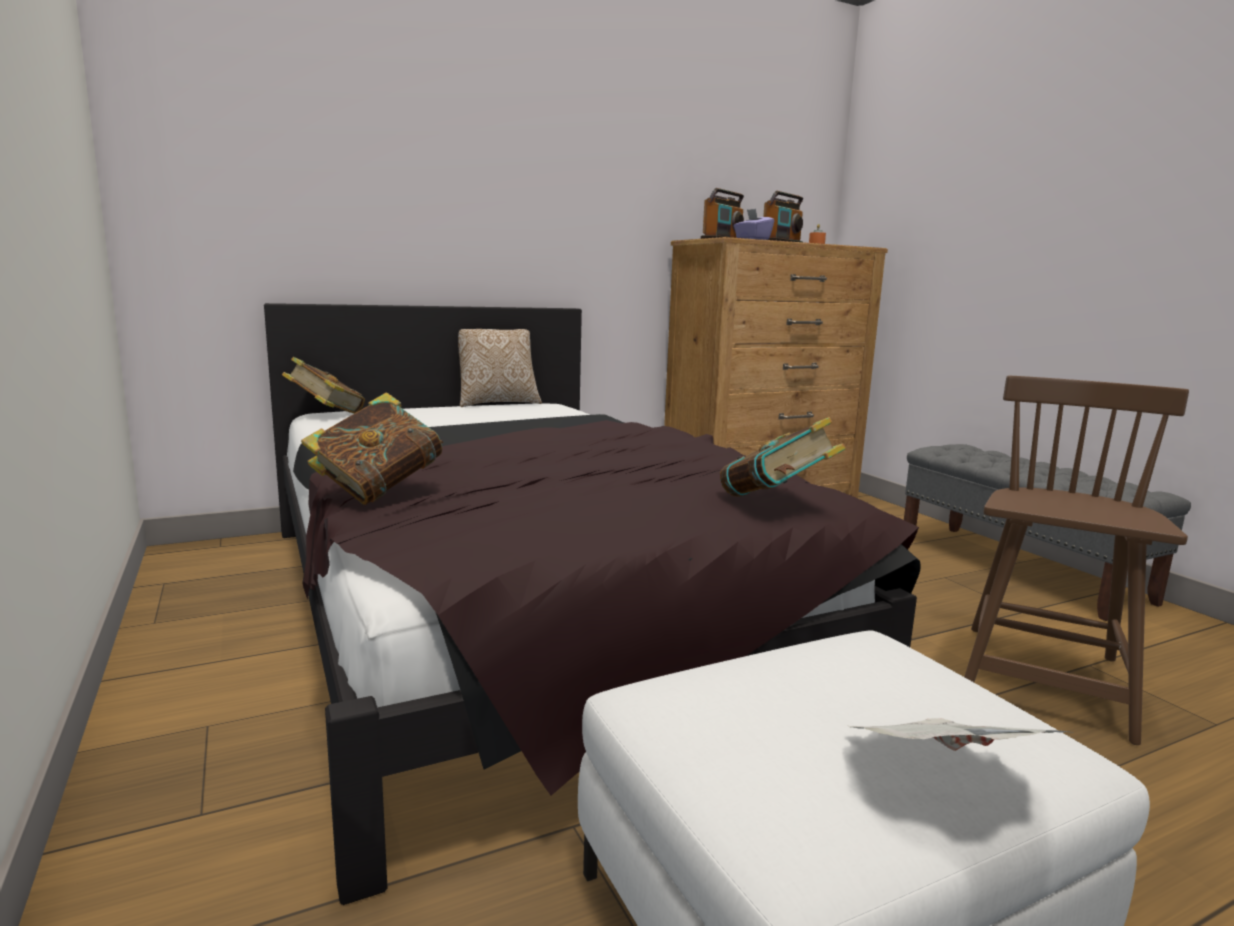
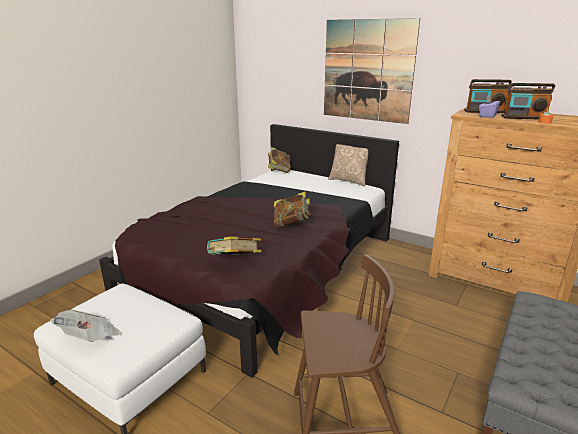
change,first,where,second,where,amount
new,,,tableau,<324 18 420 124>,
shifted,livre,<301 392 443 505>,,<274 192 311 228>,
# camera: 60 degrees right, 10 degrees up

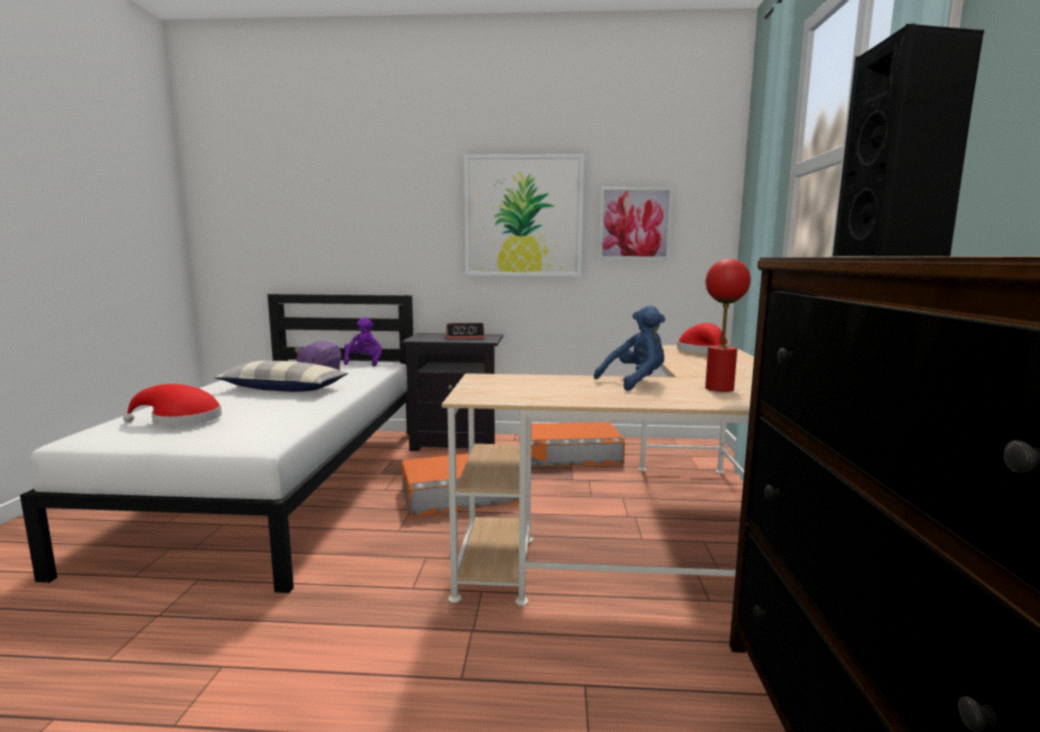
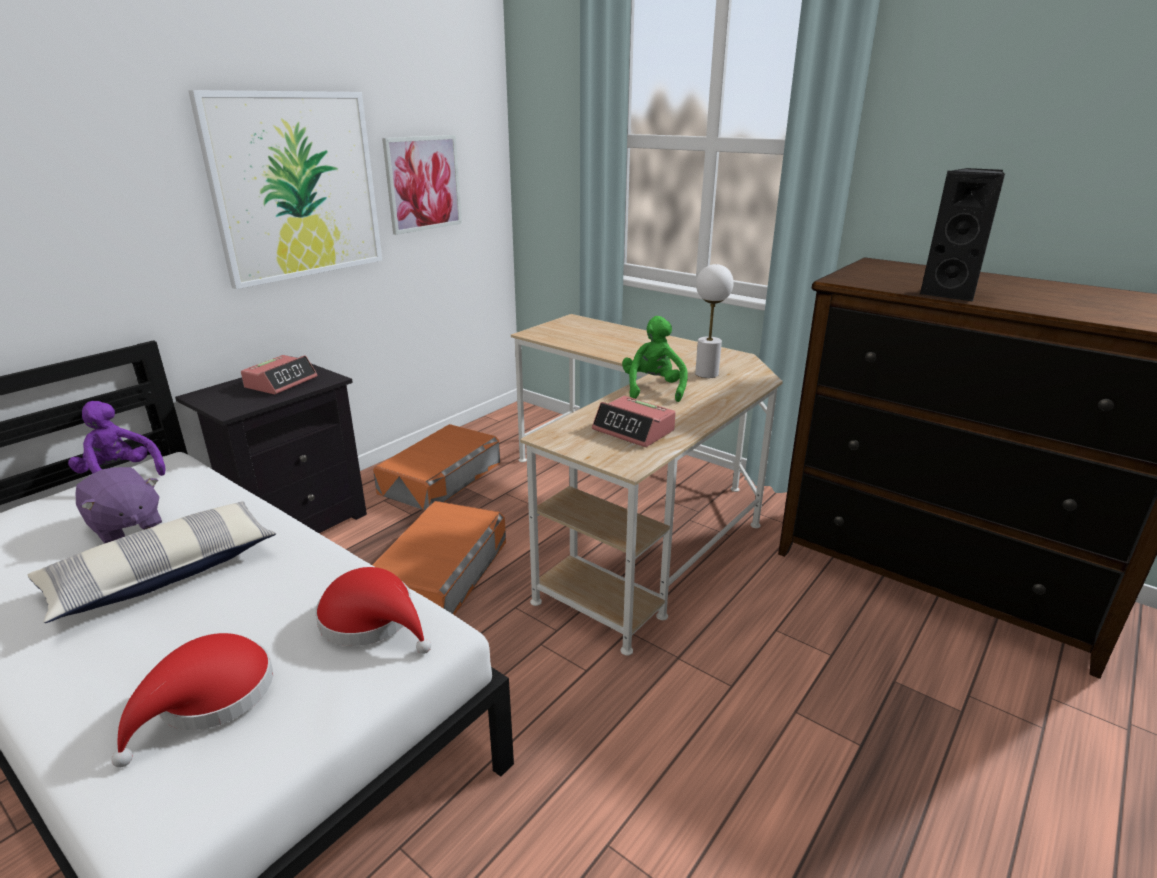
change,first,where,second,where,amount
new,,,réveil,<592 396 676 447>,
shifted,chapeau/rouge,<677 323 729 354>,,<315 567 431 654>,
repainted,peluche/bleu,<594 306 665 391>,peluche/vert,<622 316 688 402>,
repainted,lampe de table/rouge,<705 259 751 392>,lampe de table/blanc,<695 264 734 378>,
# camera: 55 degrees left, 15 degrees up

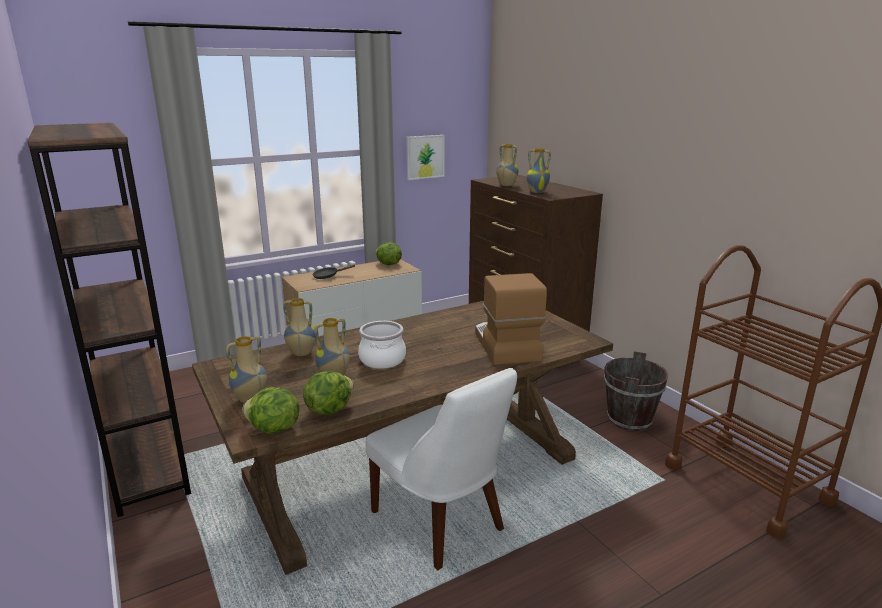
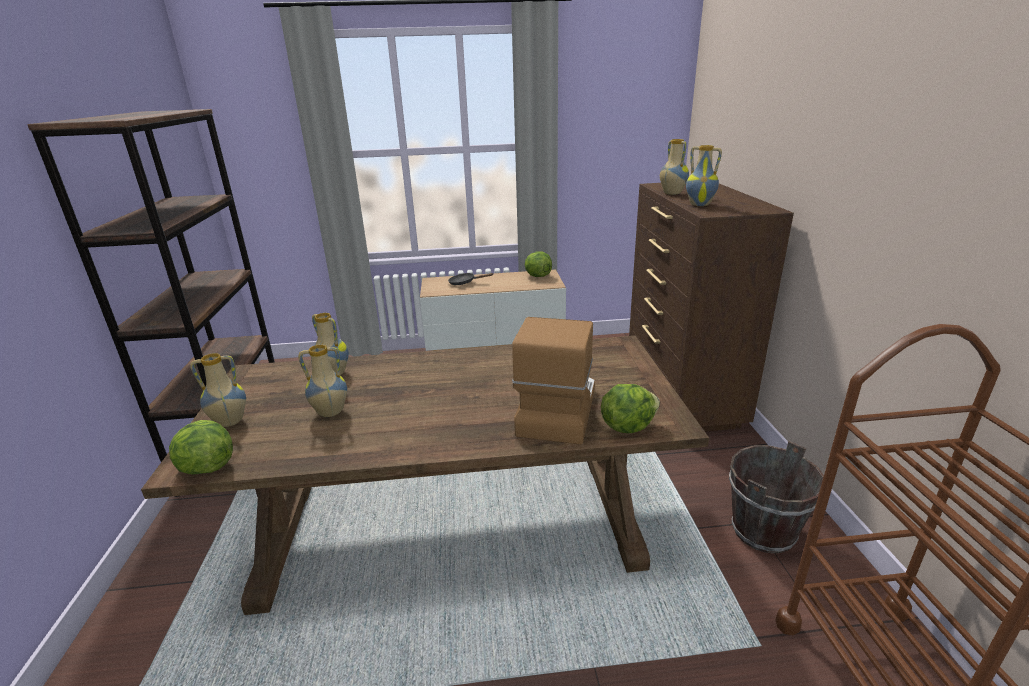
change,first,where,second,where,amount
gone,marmite,<358 321 406 369>,,,
gone,chaise/blanc,<366 368 517 570>,,,
gone,tableau,<406 135 445 180>,,,
shifted,laitue,<303 371 354 415>,,<601 384 660 433>,
# camera: 25 degrees right, 5 degrees up

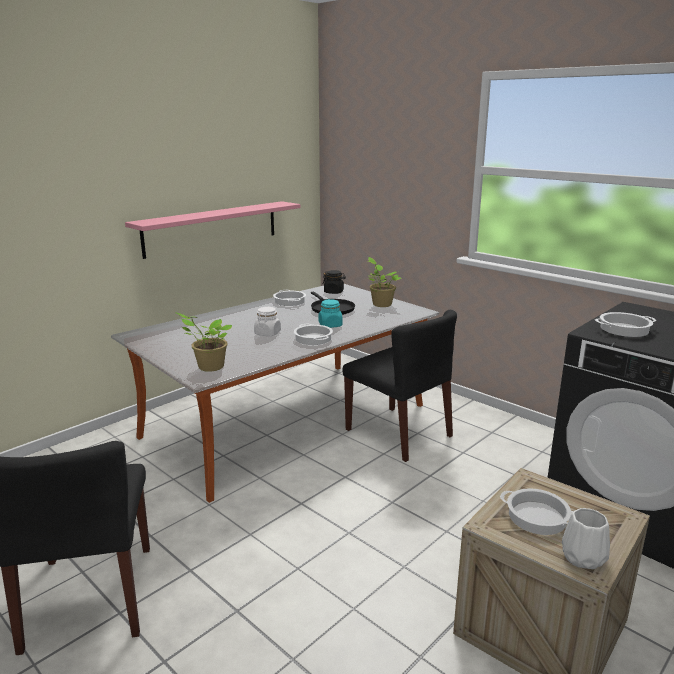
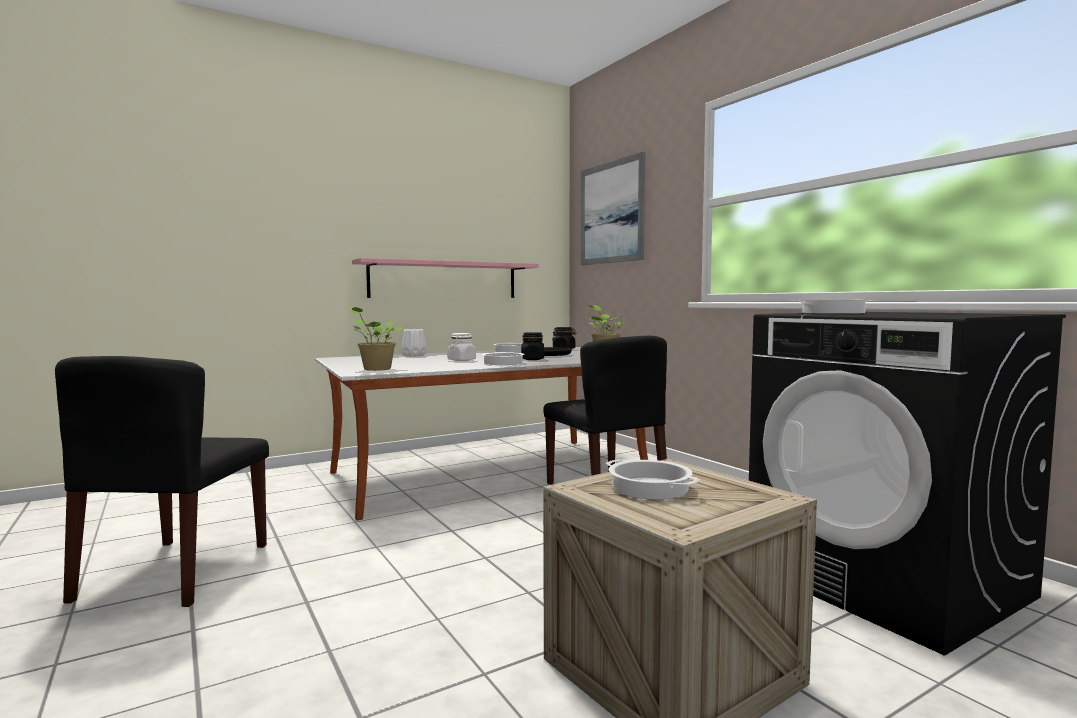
change,first,where,second,where,amount
new,,,tableau,<581 152 645 265>,
shifted,vase/blanc,<562 508 610 569>,,<401 329 427 357>,
repainted,bocal/turquoise,<319 299 343 328>,bocal/noir,<521 332 544 360>,
# camera: 15 degrees right, 15 degrees down

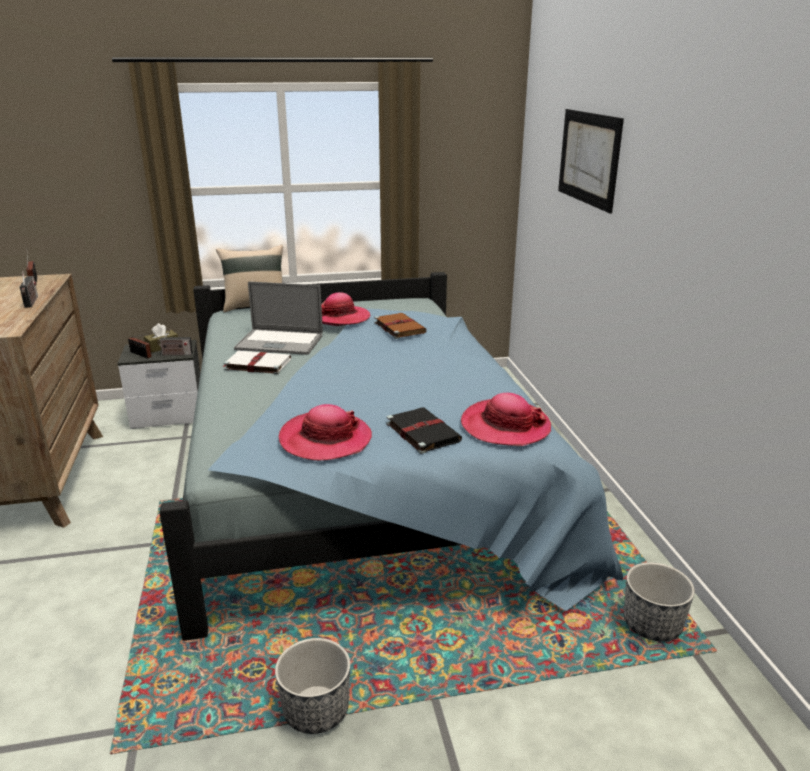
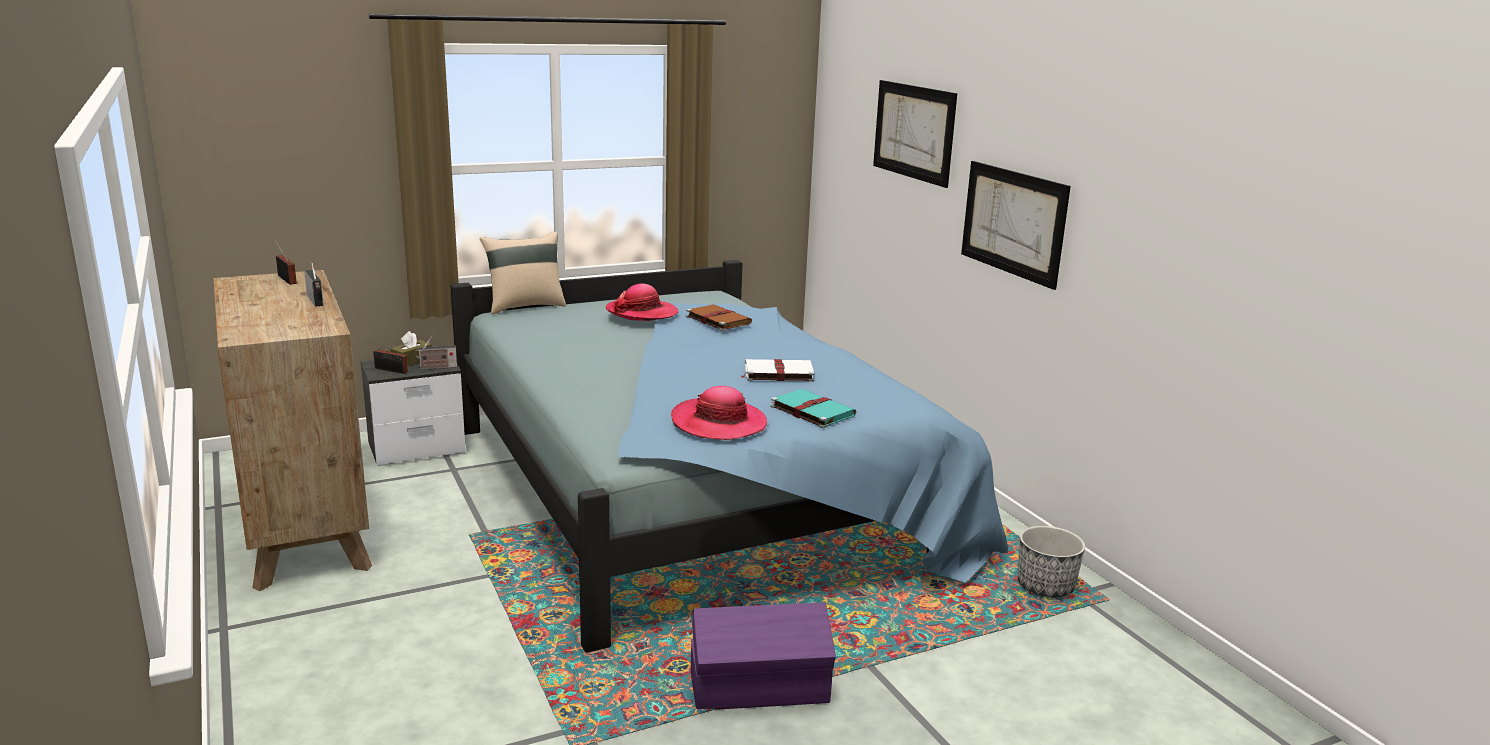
change,first,where,second,where,amount
gone,ordinateur portable,<234 281 323 355>,,,
gone,chapeau,<461 393 551 446>,,,
new,,,tableau,<961 161 1071 290>,
shifted,livre/blanc,<222 350 291 374>,,<740 359 815 382>,
swapped,cache-pot,<275 638 350 734>,boîte de rangement/violet,<691 603 836 710>,
repainted,livre/noir,<386 407 462 454>,livre/turquoise,<770 389 856 428>,
# camera: 15 degrees left, 5 degrees down

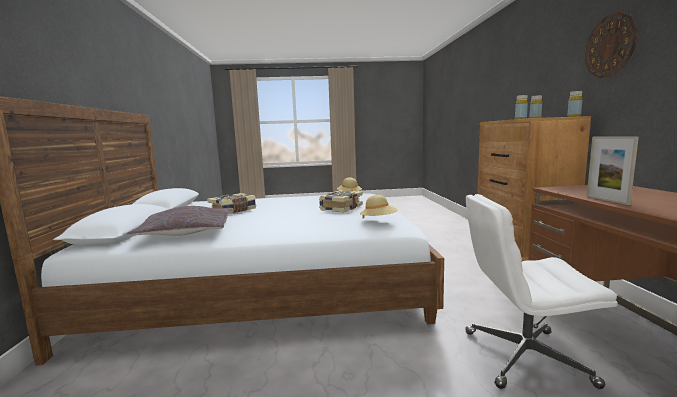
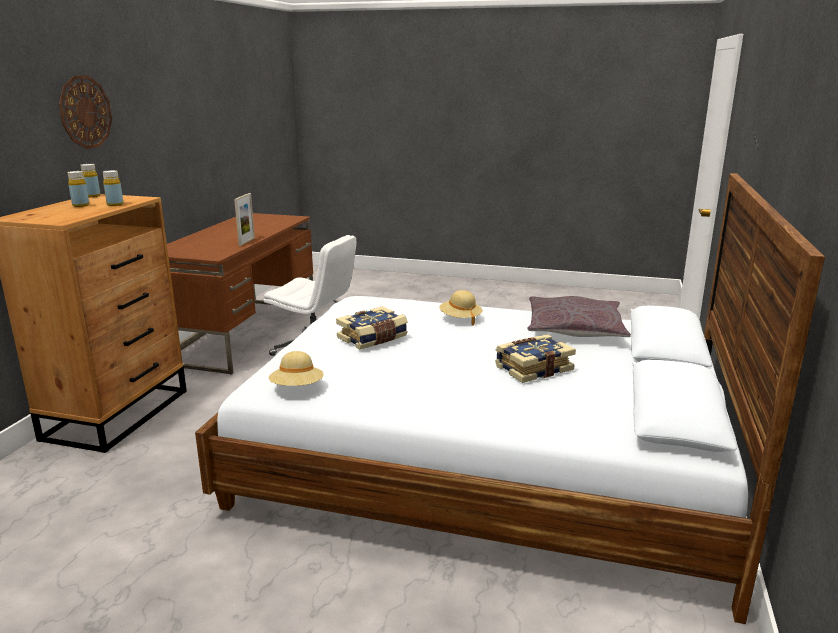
change,first,where,second,where,amount
shifted,chapeau/beige,<360 195 398 219>,,<439 290 483 326>,
# camera: 160 degrees left, 10 degrees up

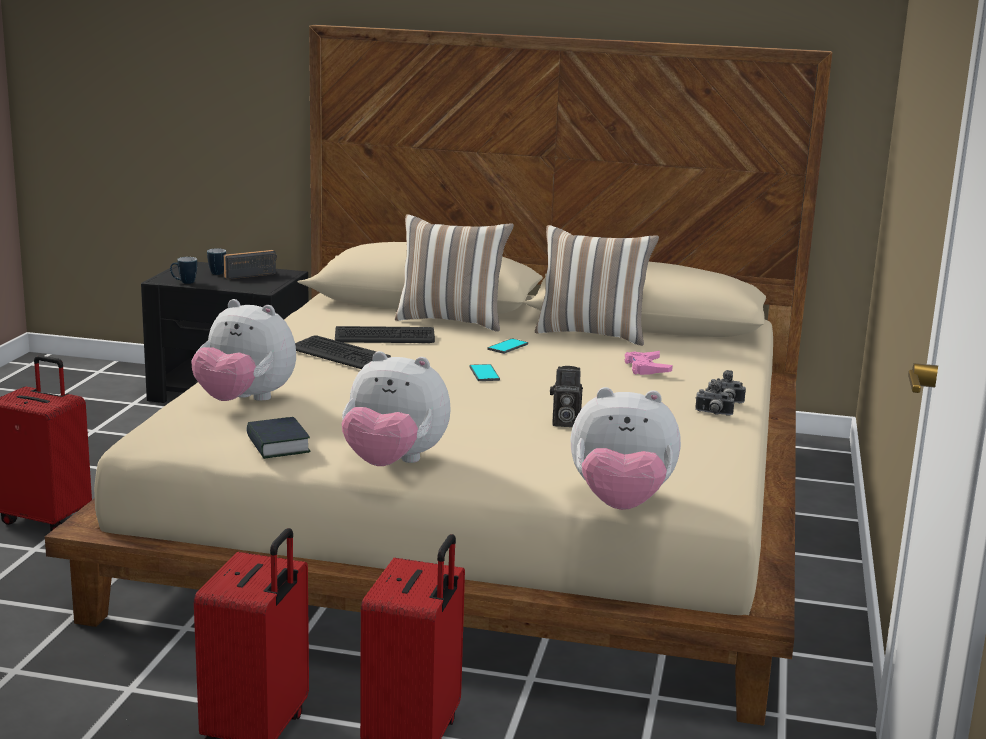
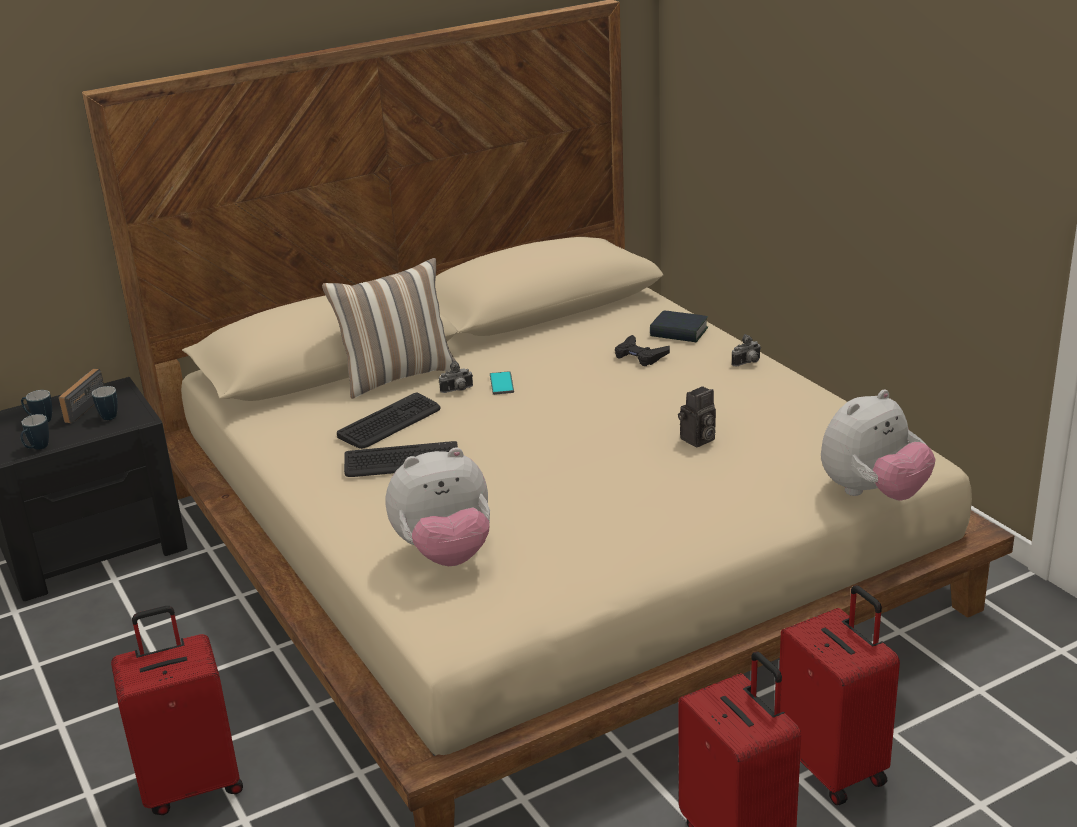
change,first,where,second,where,amount
gone,peluche,<341 351 451 466>,,,
gone,téléphone,<470 364 500 381>,,,
gone,coussin,<535 225 659 346>,,,
new,,,mug,<92 386 118 420>,
shifted,livre,<247 417 310 459>,,<650 310 708 342>,
shifted,appareil photo,<695 381 734 416>,,<439 361 473 393>,
repainted,manette/rose,<625 351 673 375>,manette/noir,<615 335 670 366>,
# camera: 40 degrees left, 10 degrees up

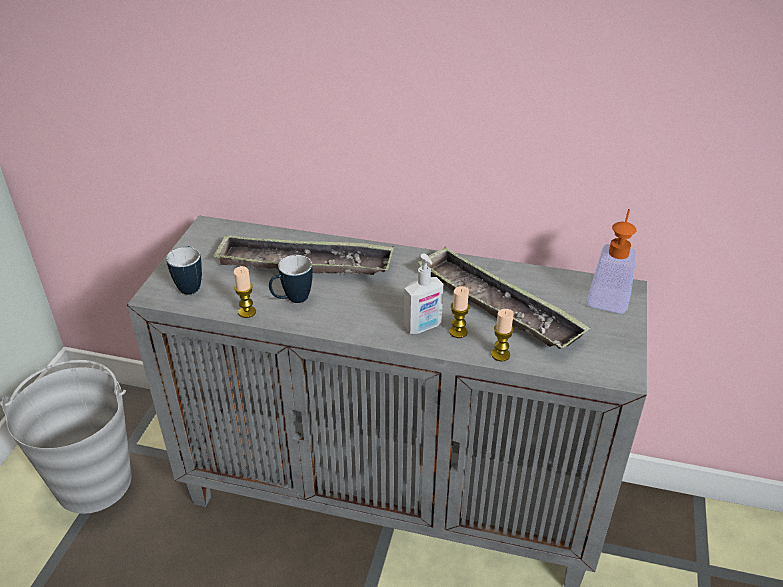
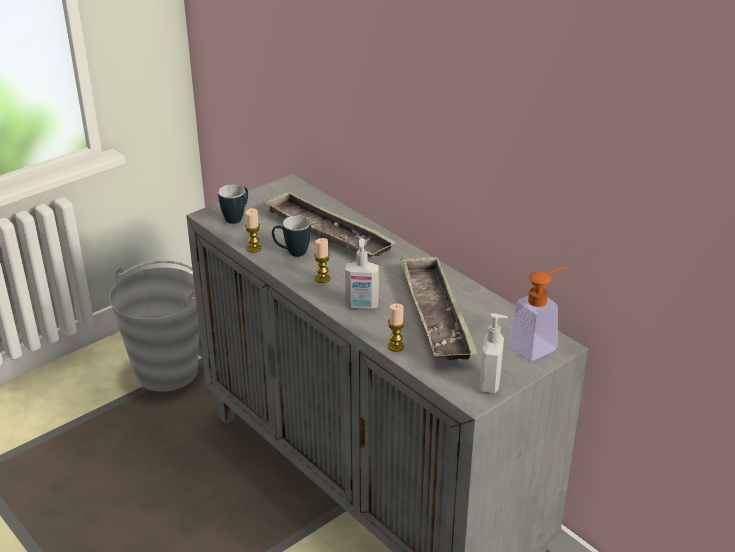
change,first,where,second,where,amount
new,,,distributeur de savon,<479 313 508 394>,
shifted,bougie,<449 286 470 338>,,<314 238 330 283>,
# camera: 35 degrees right, 5 degrees down

